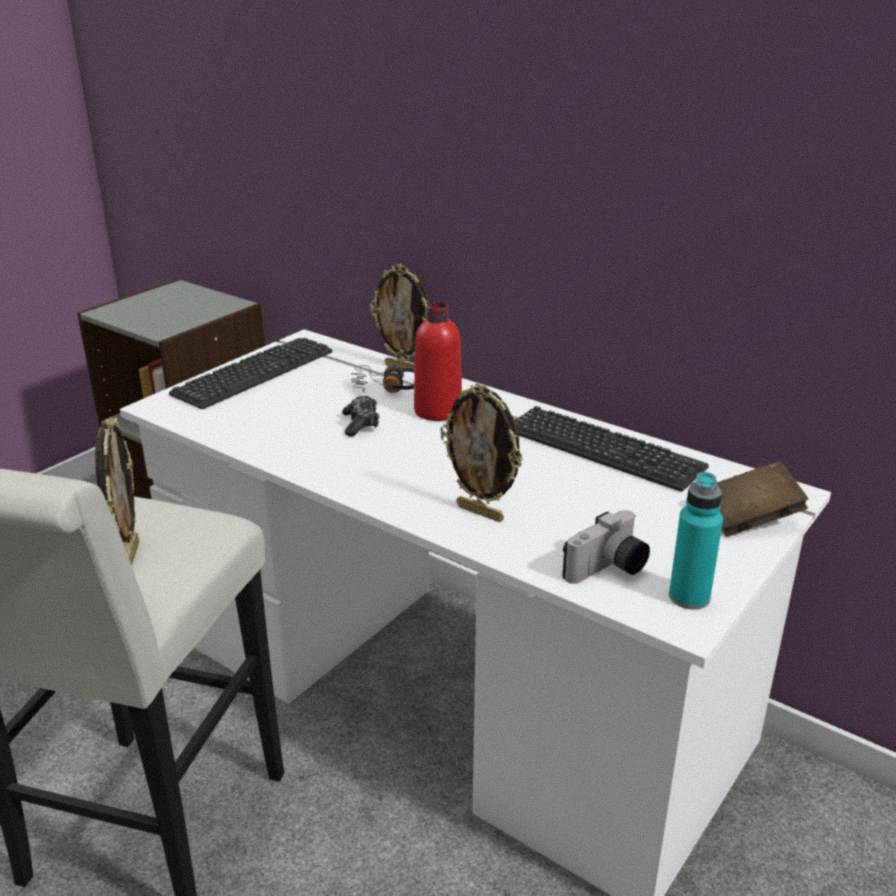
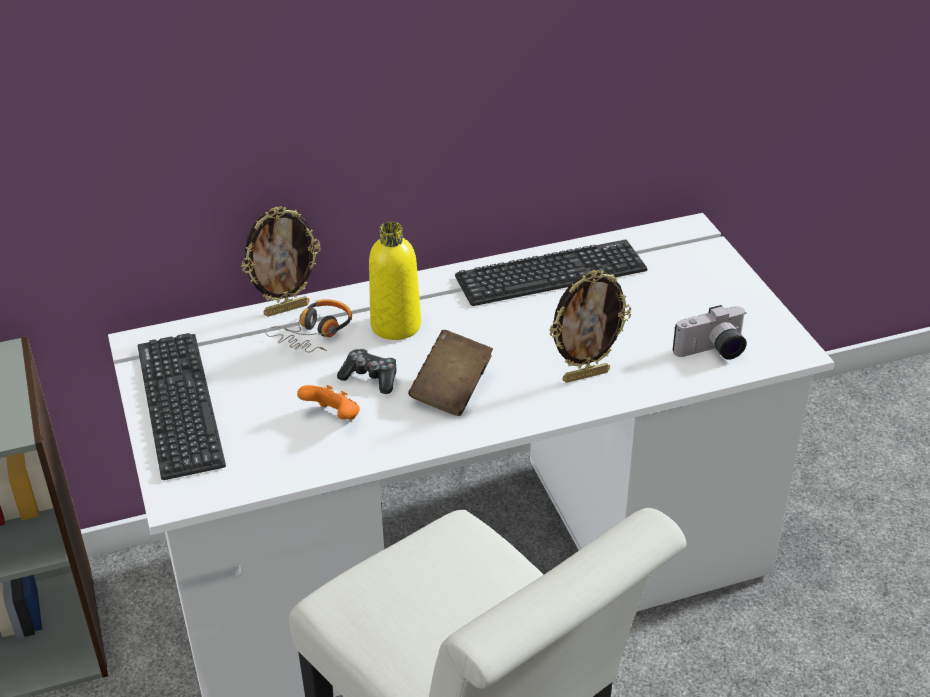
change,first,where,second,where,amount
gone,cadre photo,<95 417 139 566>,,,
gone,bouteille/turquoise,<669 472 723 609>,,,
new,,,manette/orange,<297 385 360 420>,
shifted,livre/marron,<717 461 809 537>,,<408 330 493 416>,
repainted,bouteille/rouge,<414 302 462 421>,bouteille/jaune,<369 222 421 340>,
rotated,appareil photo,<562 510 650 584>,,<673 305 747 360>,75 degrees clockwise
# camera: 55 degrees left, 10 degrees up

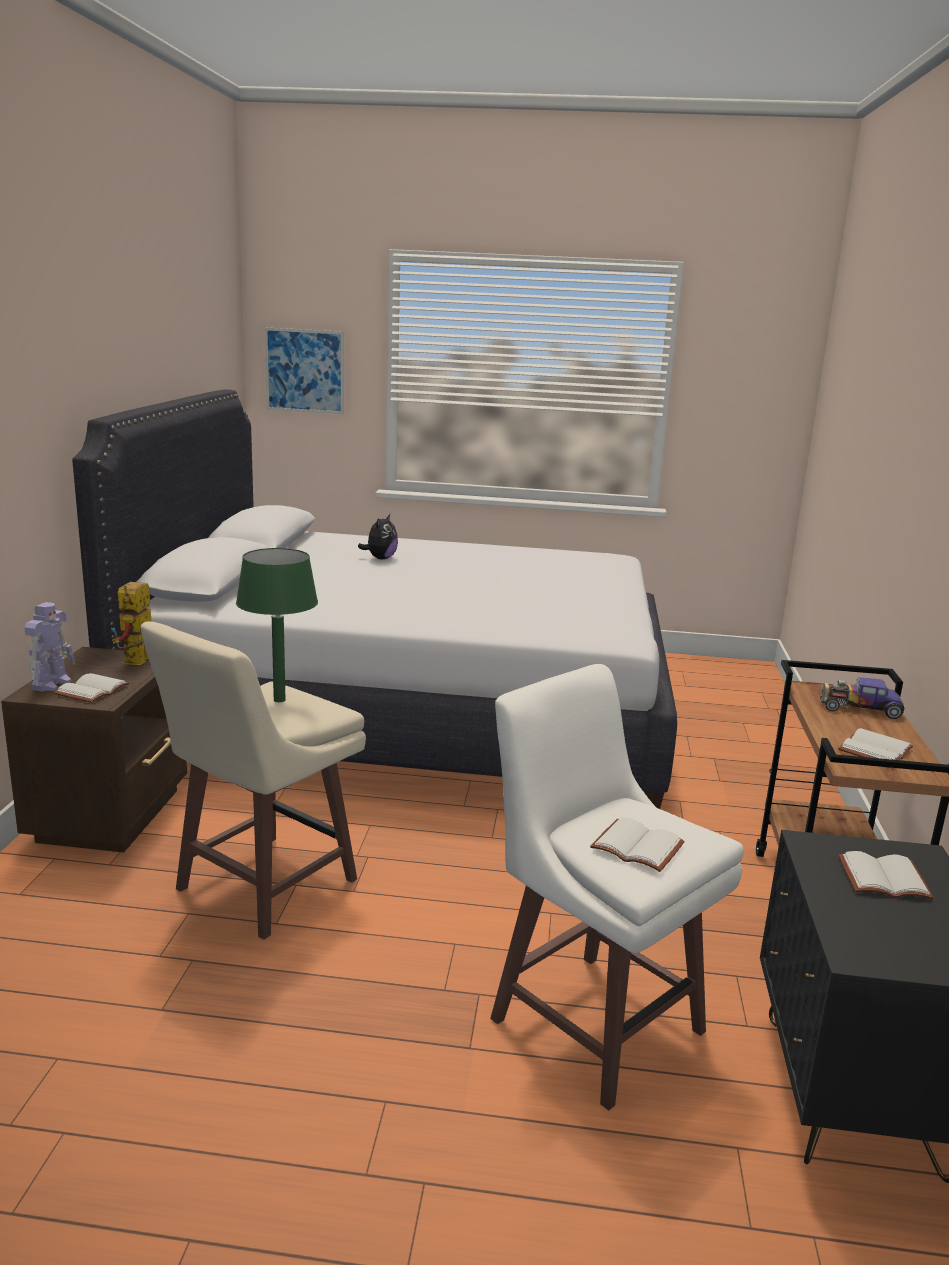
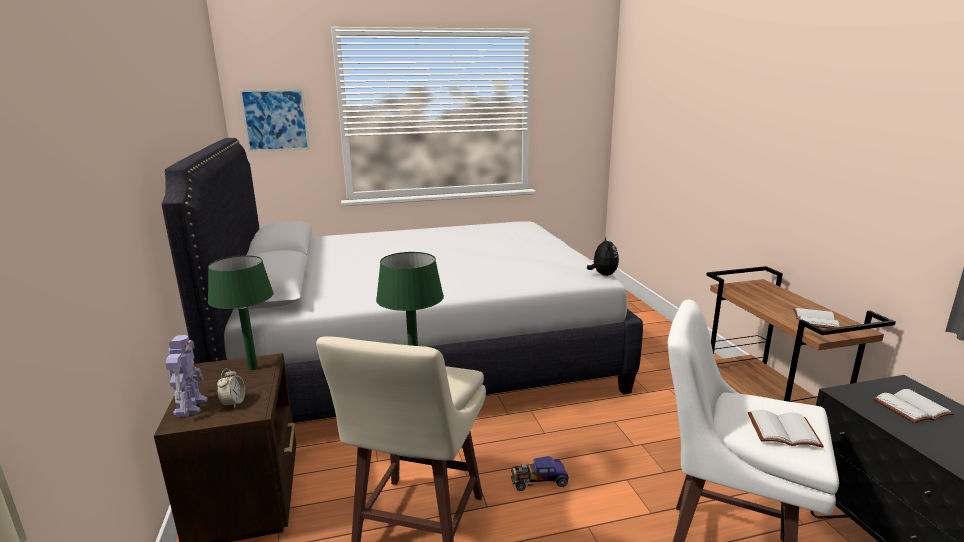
change,first,where,second,where,amount
shifted,peluche,<358 514 398 559>,,<587 237 619 276>,
shifted,petite voiture,<820 677 904 719>,,<511 456 568 491>,
swapped,livre/blanc,<54 673 129 703>,réveil,<217 368 245 409>,
swapped,robot jouet,<111 582 151 665>,lampe de table/vert,<208 255 274 370>,
# camera: 20 degrees left, 0 degrees up

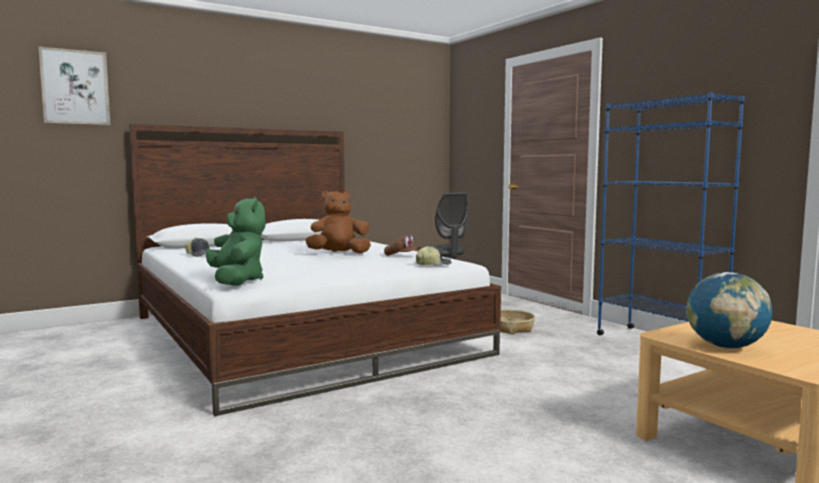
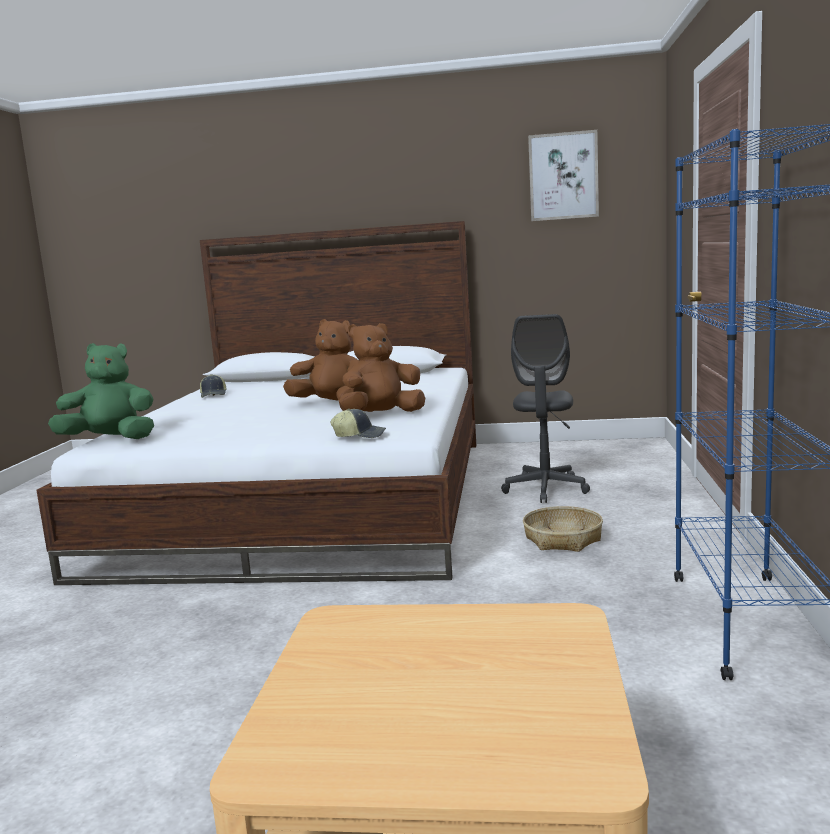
change,first,where,second,where,amount
gone,globe,<686 272 772 349>,,,
shifted,tableau,<38 47 110 125>,,<528 130 599 221>,
swapped,casquette/marron,<384 234 421 256>,peluche/marron,<339 323 425 412>,
rotated,peluche/vert,<206 197 266 286>,,<48 343 154 439>,105 degrees counterclockwise
# camera: 40 degrees right, 5 degrees up

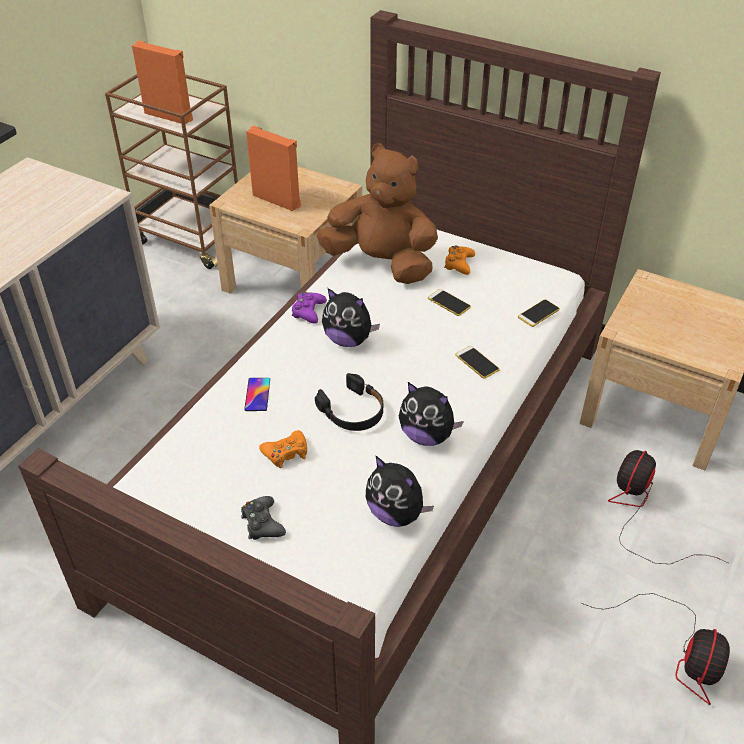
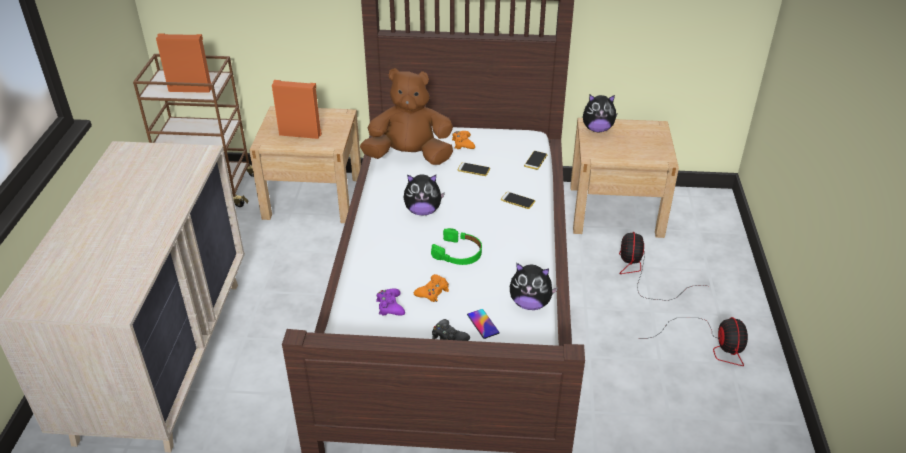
change,first,where,second,where,amount
shifted,téléphone,<244 378 270 411>,,<467 309 500 339>,
shifted,manette/violet,<292 291 327 324>,,<376 289 405 316>,
shifted,peluche,<399 382 464 446>,,<583 95 618 132>,
repainted,casque audio/noir,<315 373 383 431>,casque audio/vert,<431 228 482 265>,
# camera: 25 degrees left, 5 degrees down

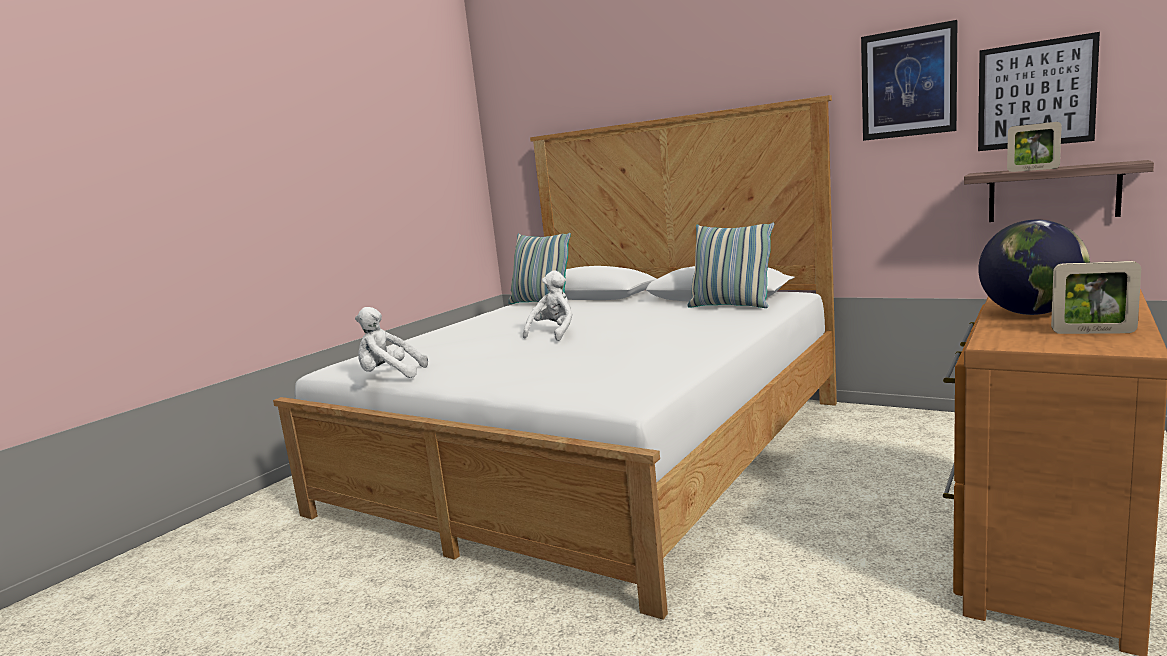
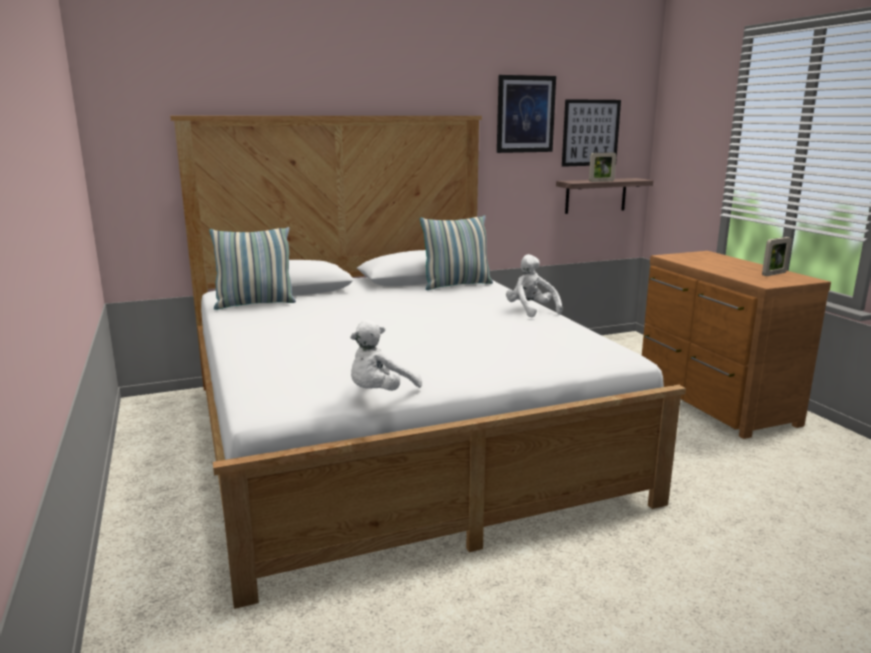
change,first,where,second,where,amount
gone,globe,<978 220 1090 315>,,,
shifted,peluche/blanc,<523 270 573 341>,,<506 254 563 317>,
# camera: 55 degrees left, 5 degrees up

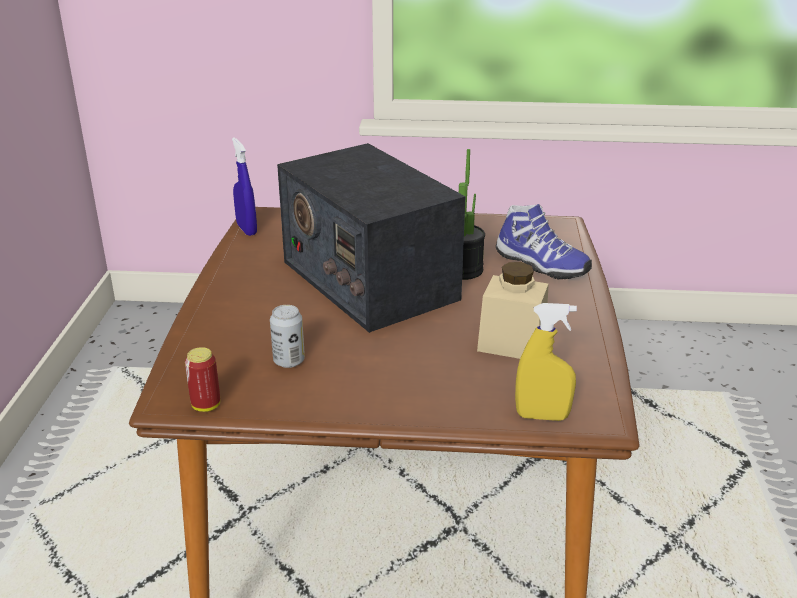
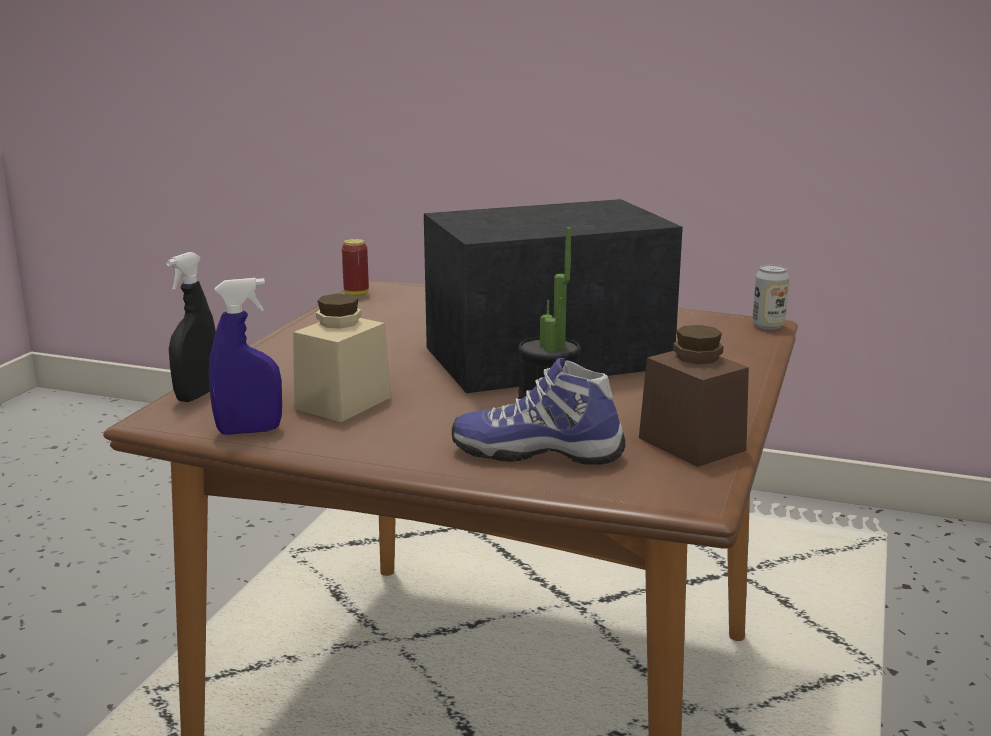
change,first,where,second,where,amount
new,,,bocal/marron,<639 325 749 467>,
shifted,vaporisateur/bleu,<232 138 257 236>,,<209 278 282 435>,
shifted,boîte métallique,<270 305 305 368>,,<752 265 789 330>,
repainted,vaporisateur/jaune,<515 303 577 421>,vaporisateur/noir,<166 252 216 402>,
rotated,chaussure,<496 204 592 280>,,<452 358 625 465>,45 degrees clockwise
# camera: 105 degrees right, 10 degrees down

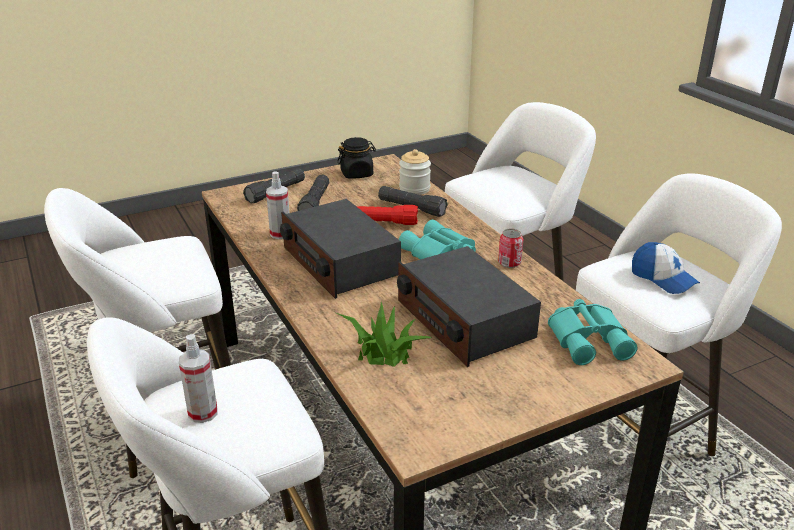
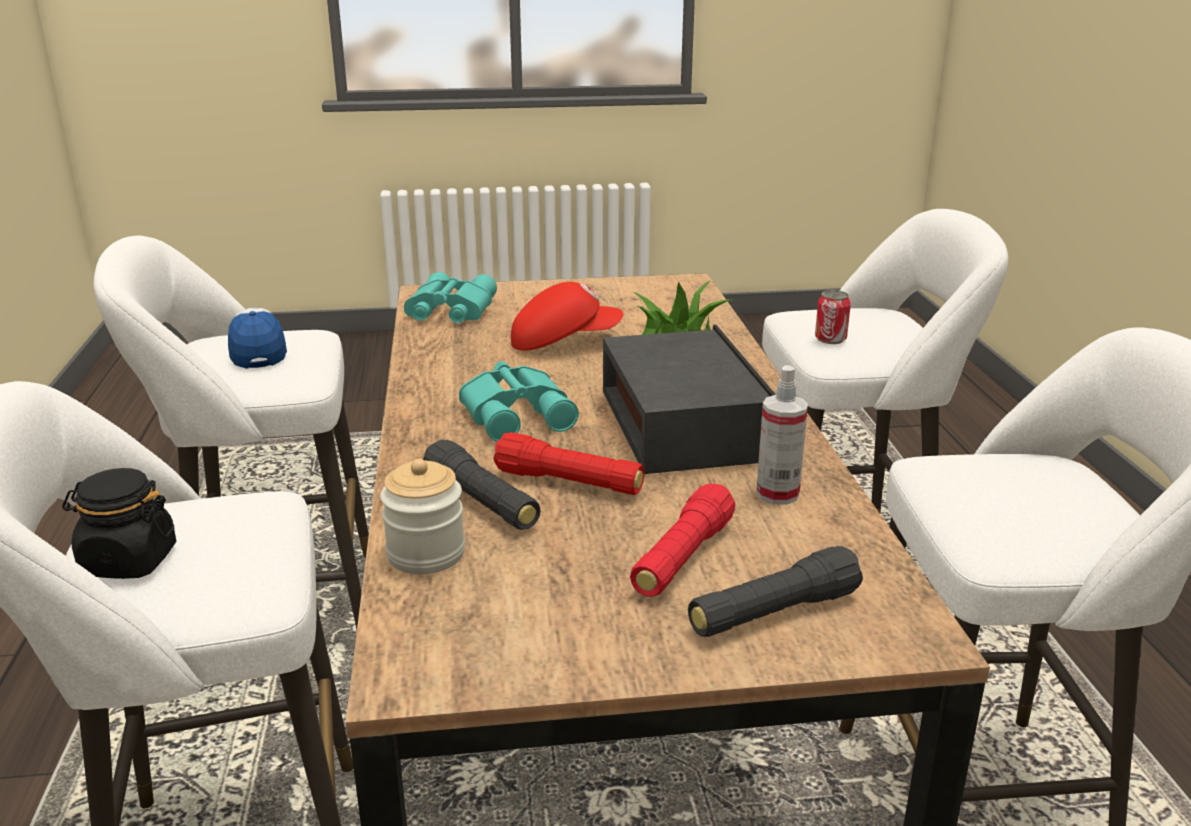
change,first,where,second,where,amount
gone,vaporisateur,<179 334 218 423>,,,
shifted,bocal/noir,<337 137 376 179>,,<62 468 176 579>,
shifted,boîte métallique,<498 229 523 268>,,<815 290 851 344>,
swapped,radio,<397 246 541 367>,casquette/rouge,<511 282 624 351>,
repainted,lampe de poche/noir,<297 175 329 211>,lampe de poche/rouge,<630 484 735 597>,
# camera: 160 degrees left, 5 degrees down

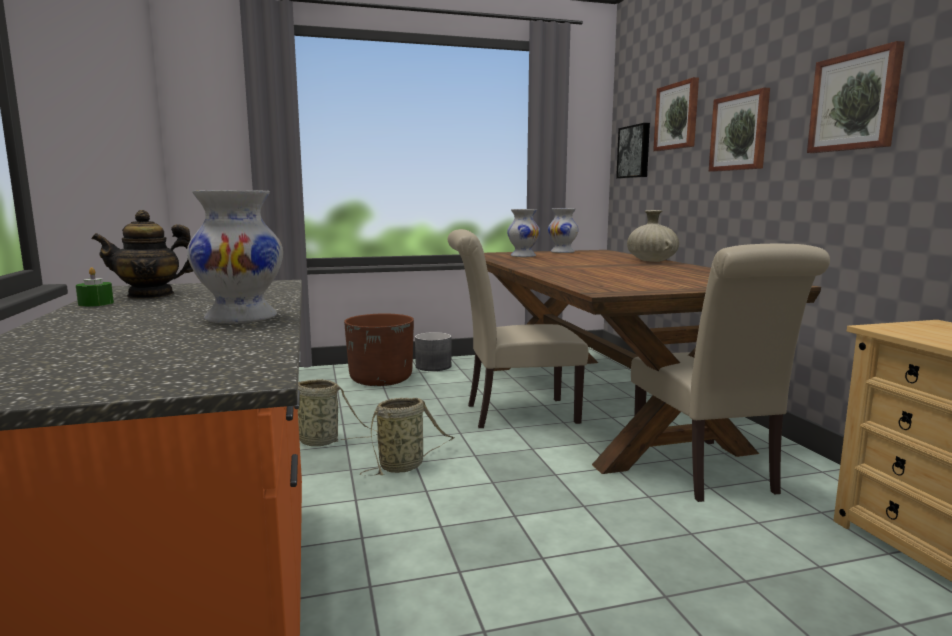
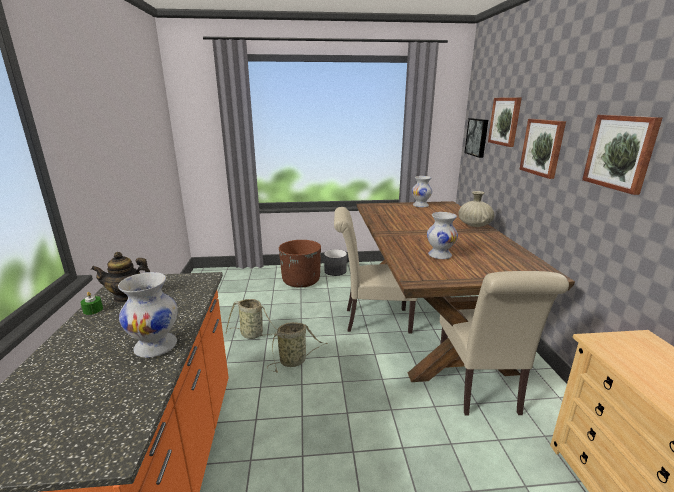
change,first,where,second,where,amount
shifted,vase/blanc,<507 209 540 257>,,<427 212 458 259>,
# camera: 10 degrees right, 10 degrees up

